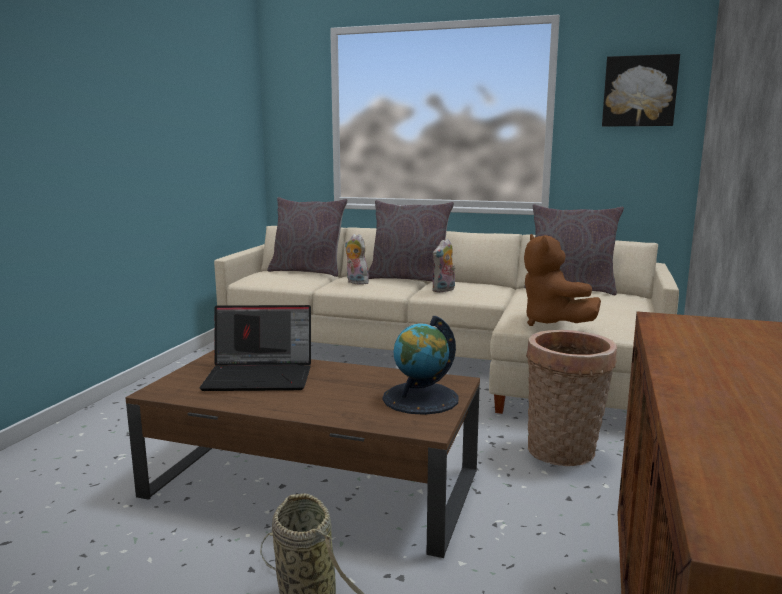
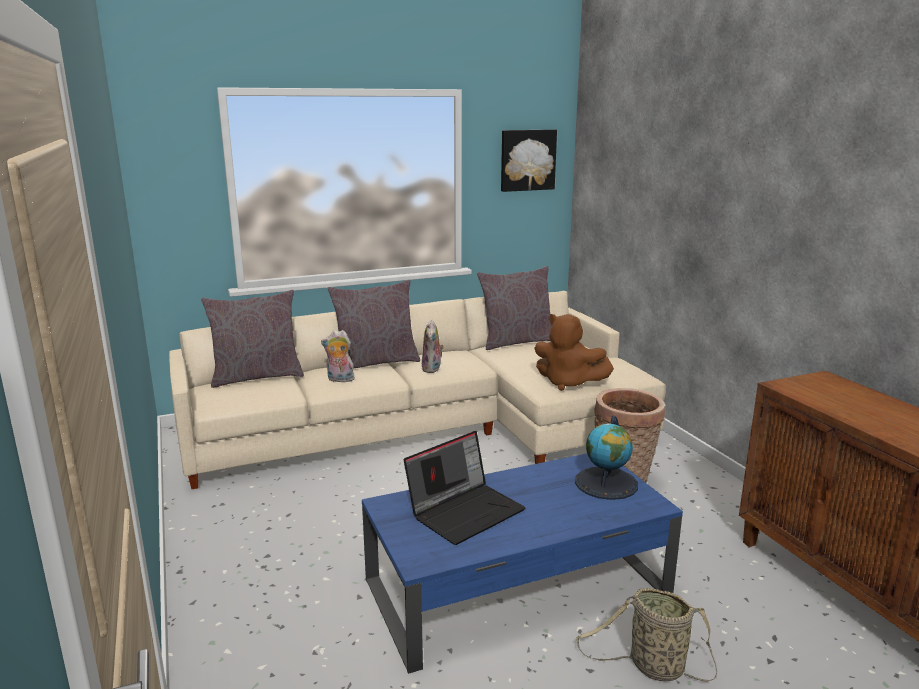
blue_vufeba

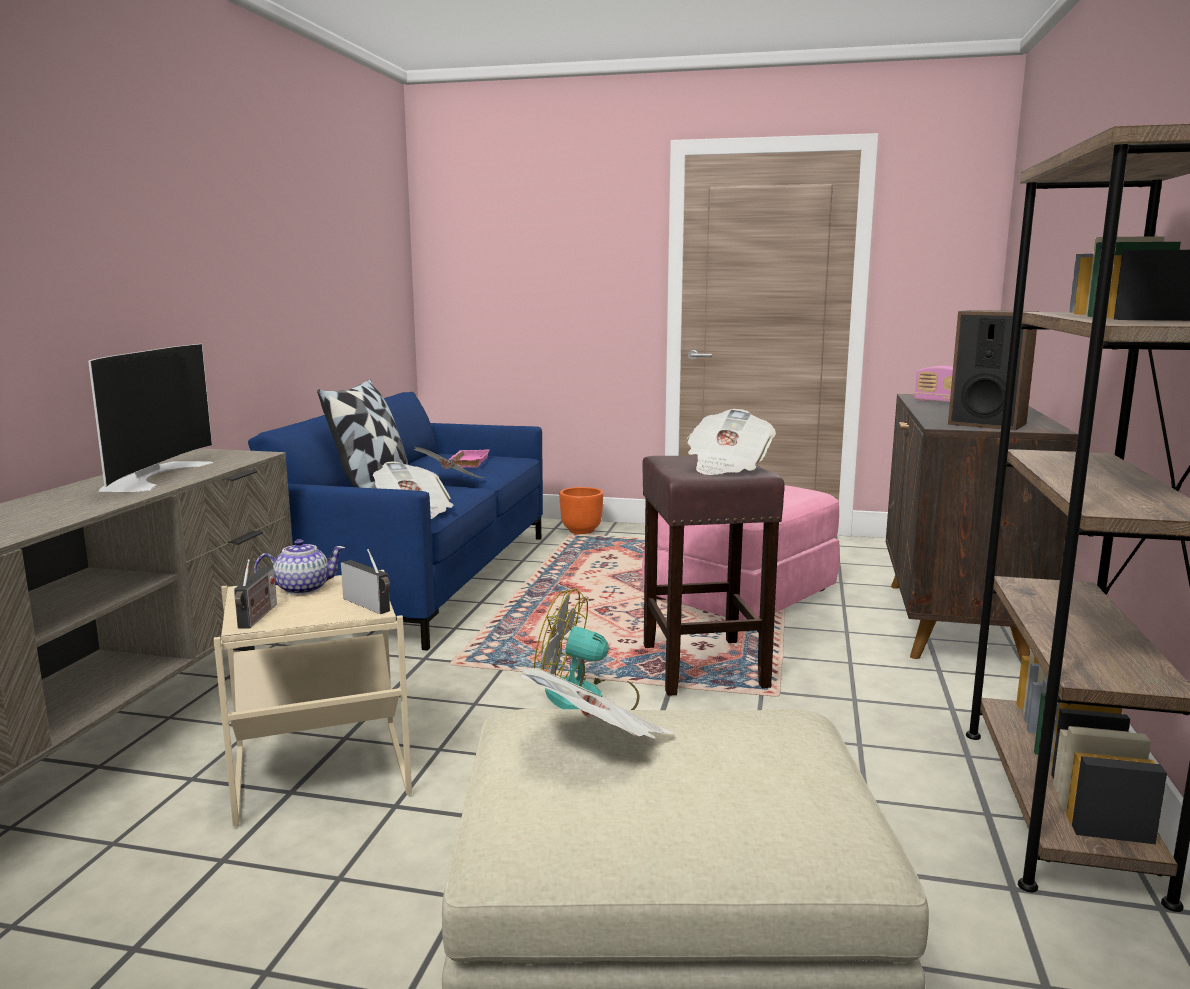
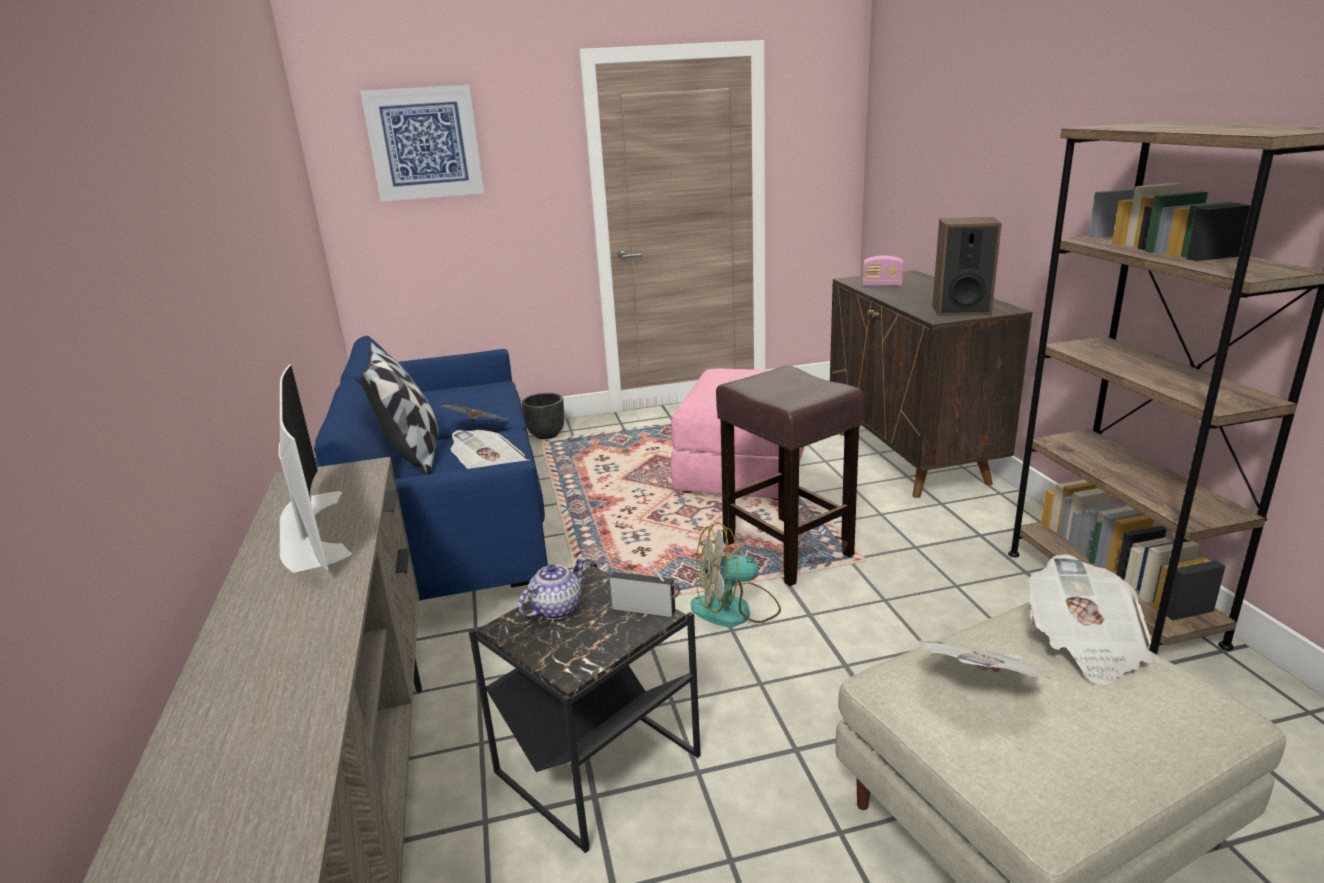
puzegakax (no. 1 from left in the first image)
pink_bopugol
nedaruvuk
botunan (no. 4 from left)
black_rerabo
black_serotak

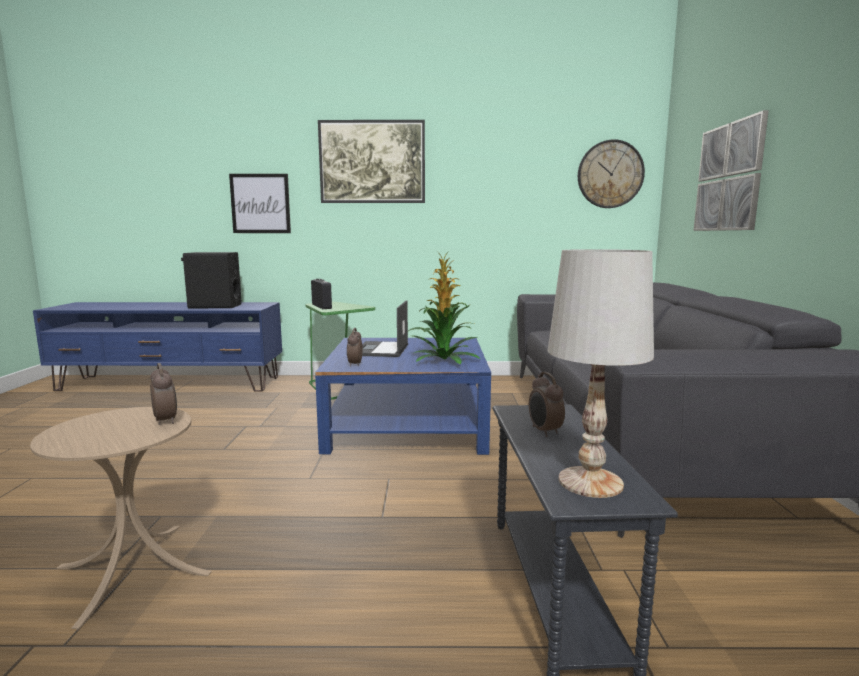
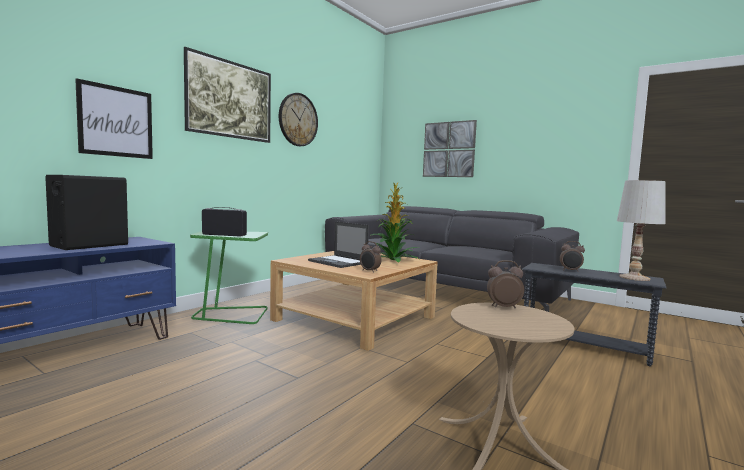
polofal
beige_vufeba

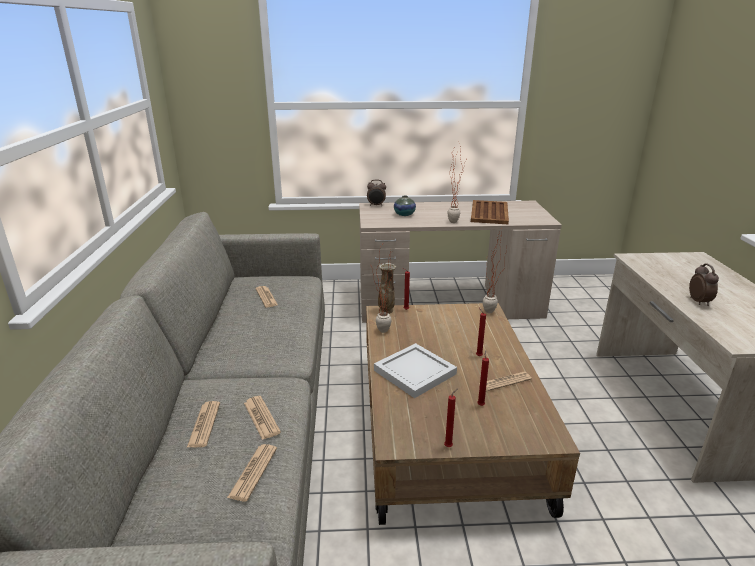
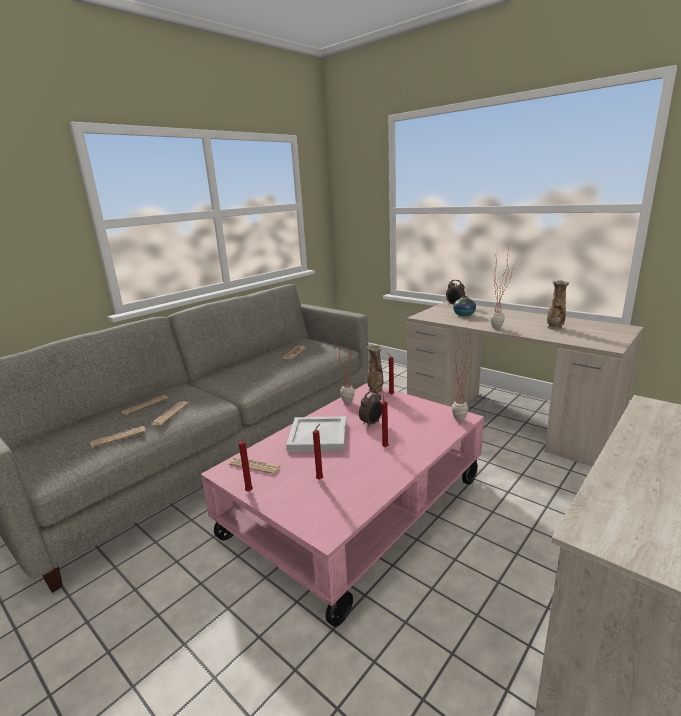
botunan (no. 4 from left)
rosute (no. 1 from left)
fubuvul (no. 3 from left)
pink_vufeba

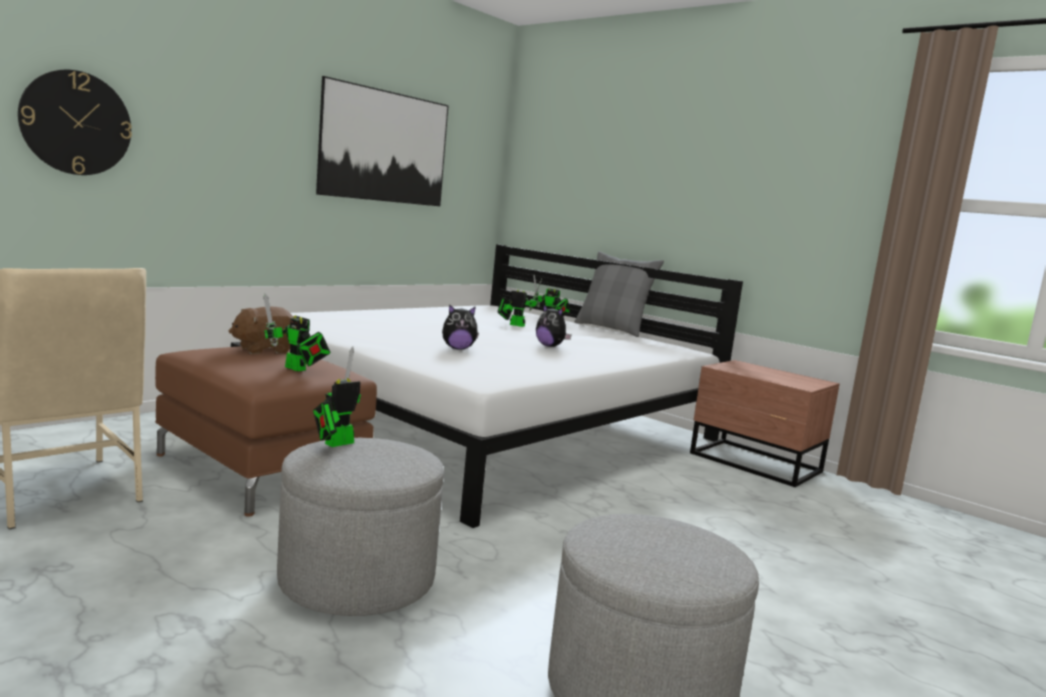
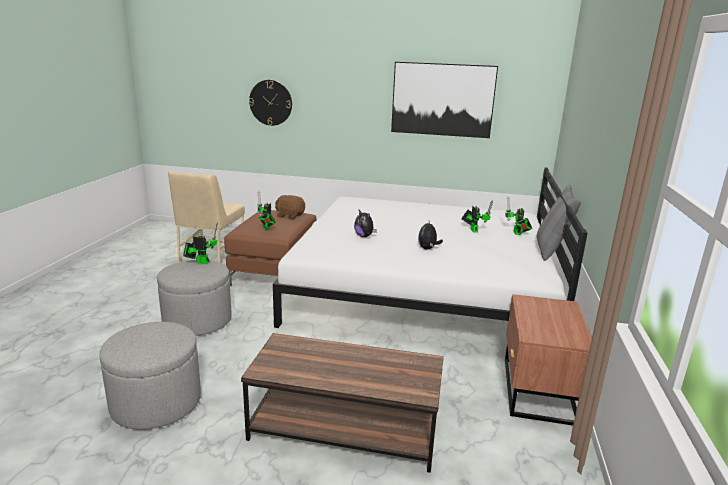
brown_vufeba

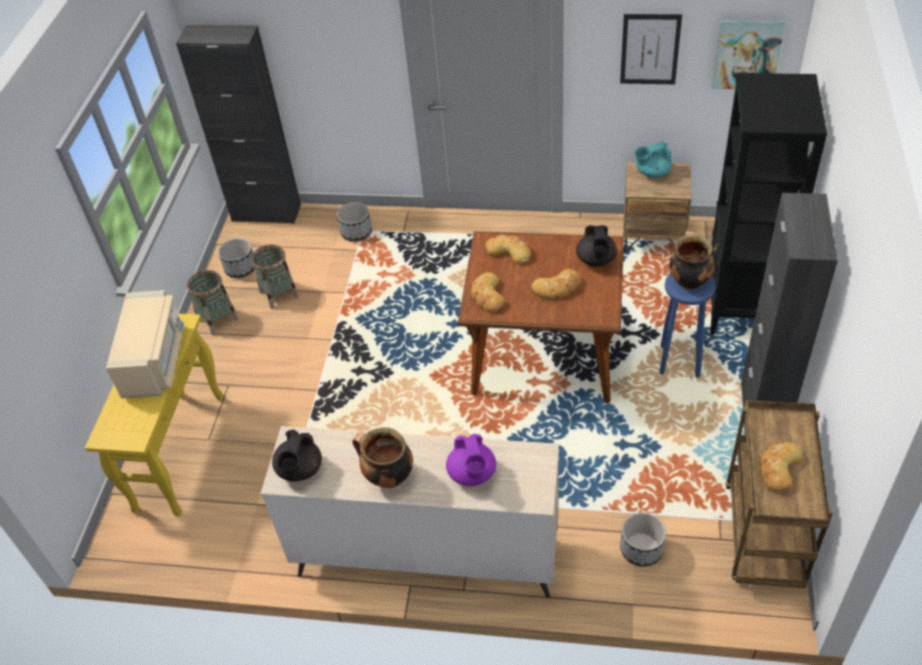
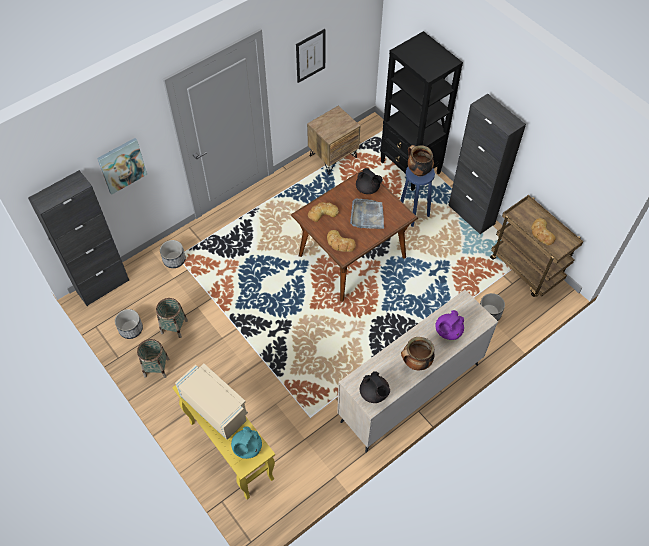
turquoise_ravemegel
nedaruvuk (no. 1 from left)
grey_bopugol
purple_ravemegel

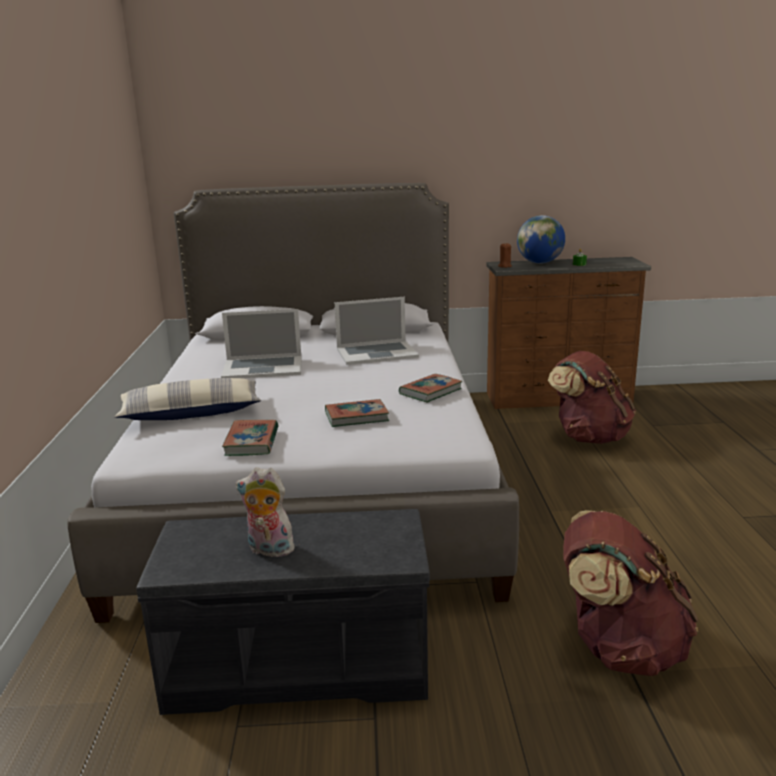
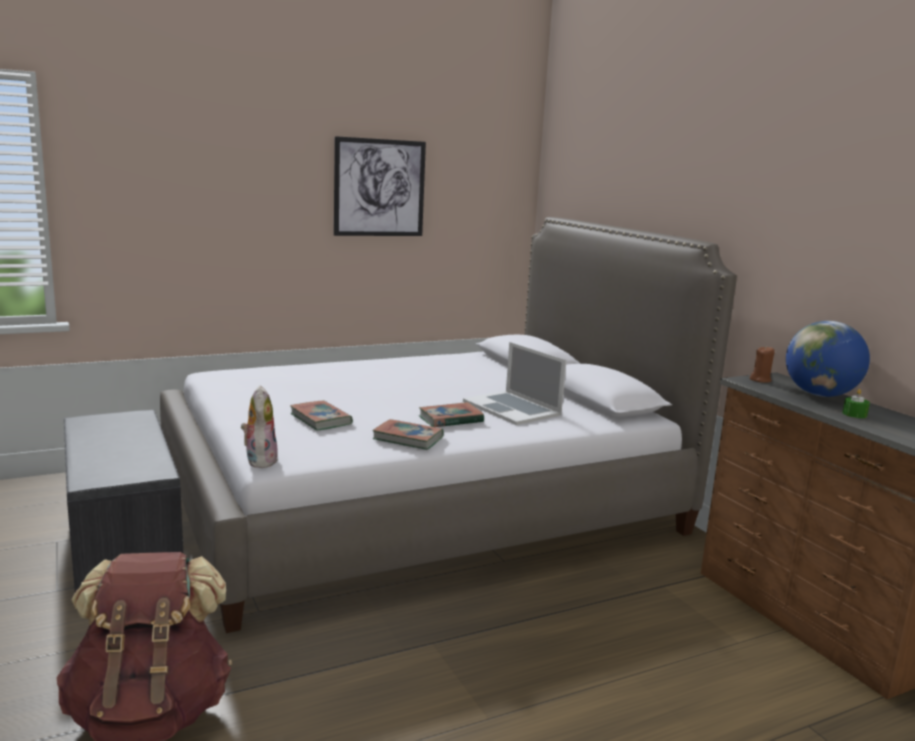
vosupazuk
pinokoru (no. 1 from left in the first image)
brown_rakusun (no. 1 from left in the first image)
nedaruvuk
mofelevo (no. 3 from left)
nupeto

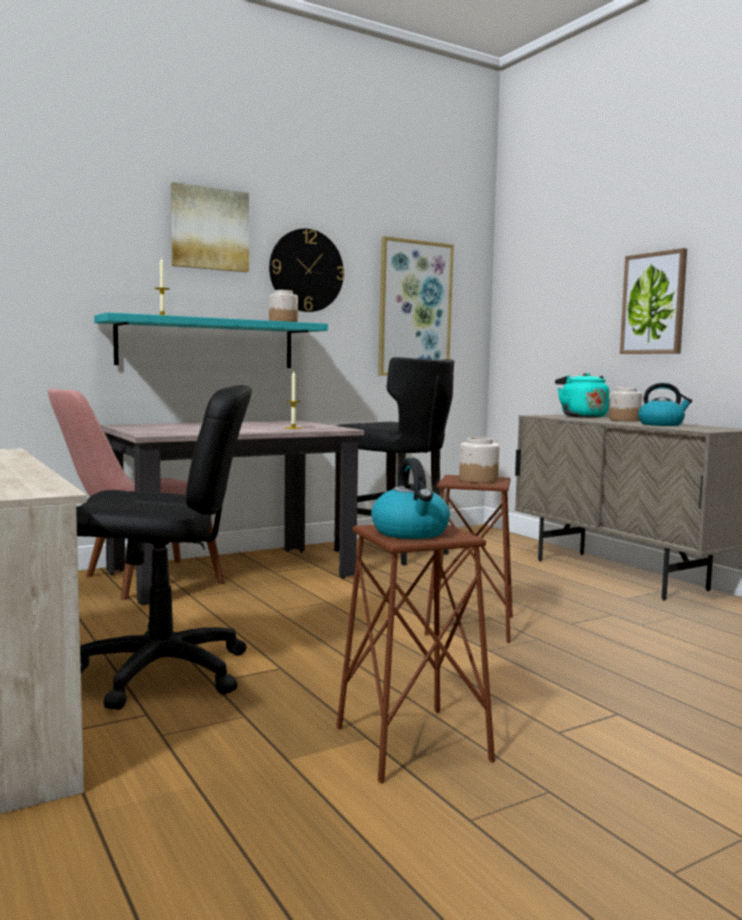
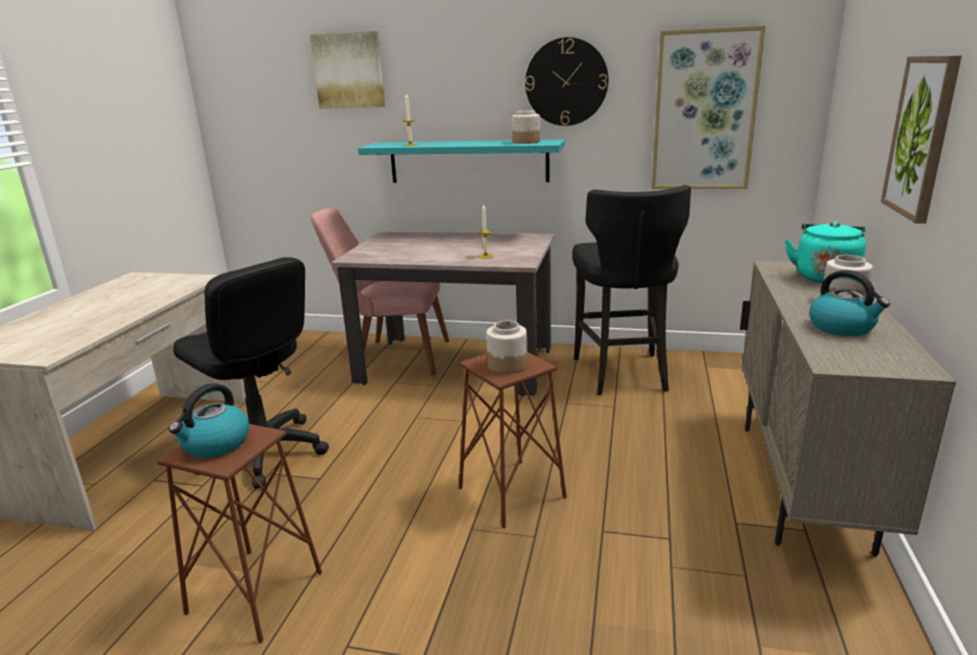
nedaruvuk (no. 1 from left)

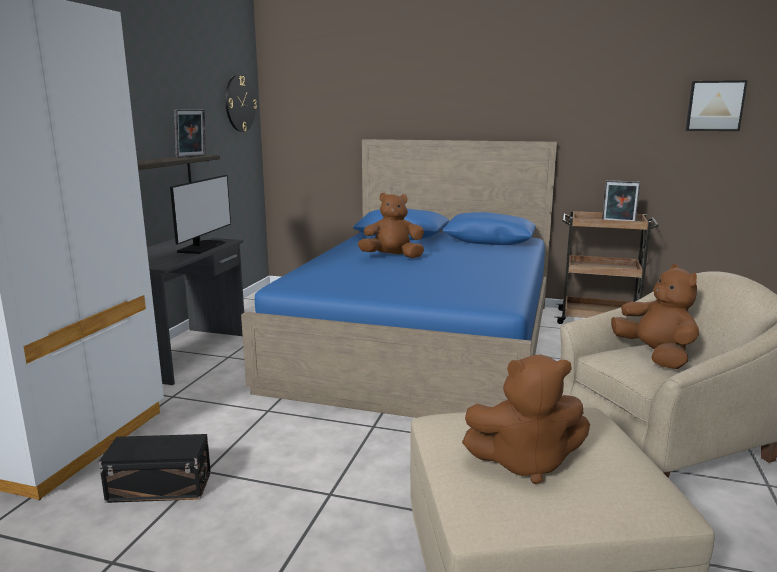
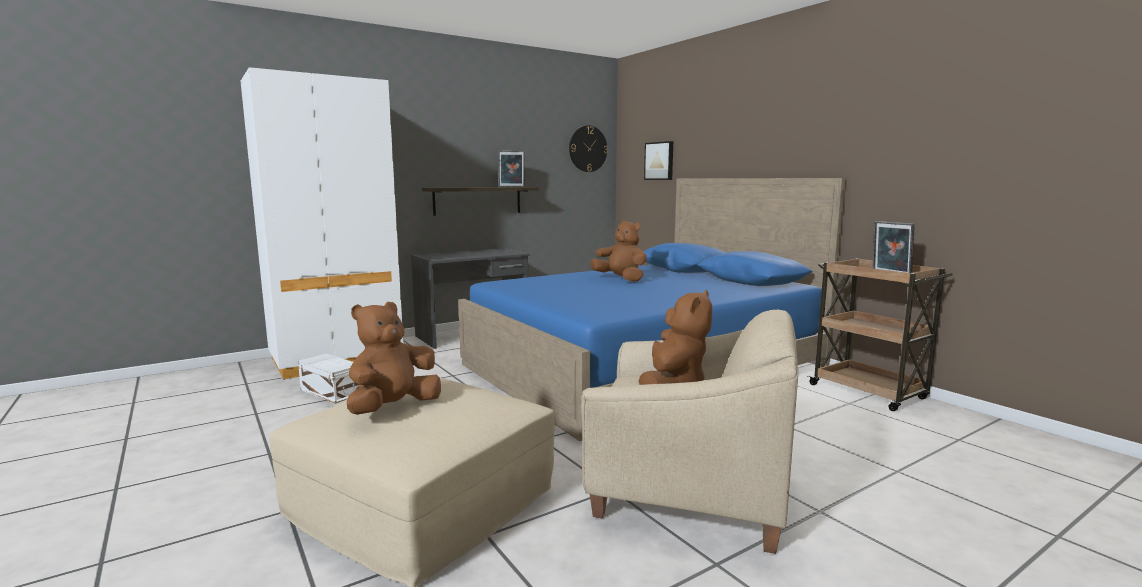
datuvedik
nedaruvuk
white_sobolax
brown_nupeto (no. 1 from left)

